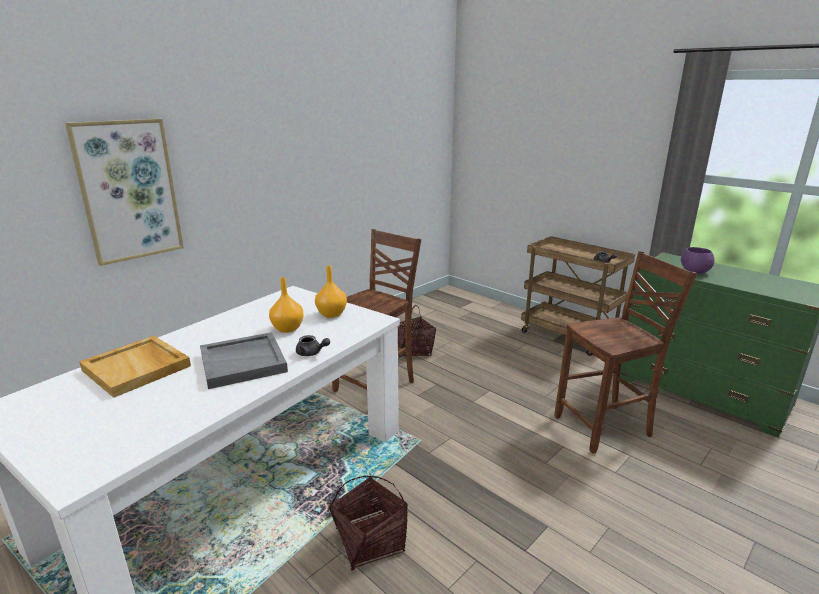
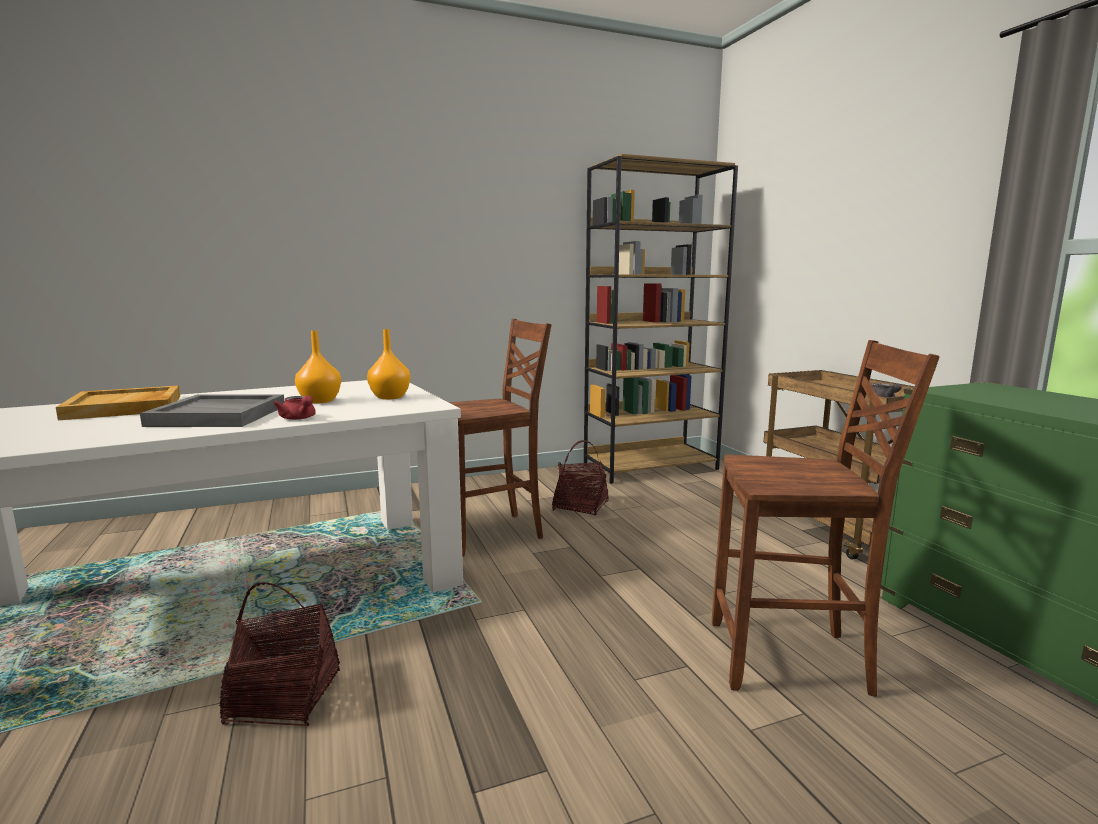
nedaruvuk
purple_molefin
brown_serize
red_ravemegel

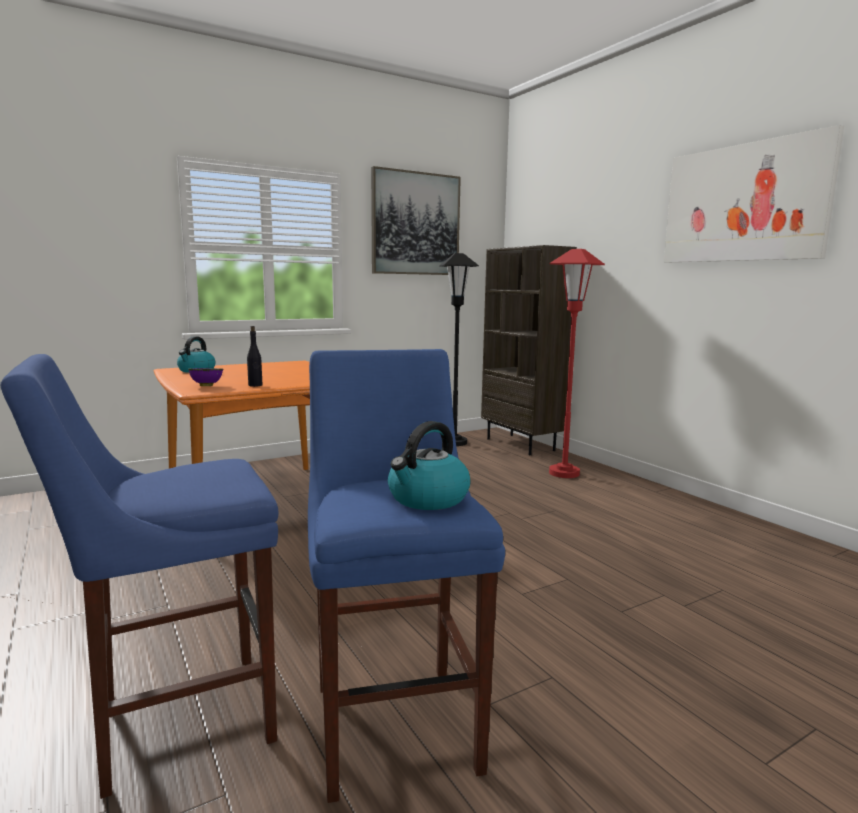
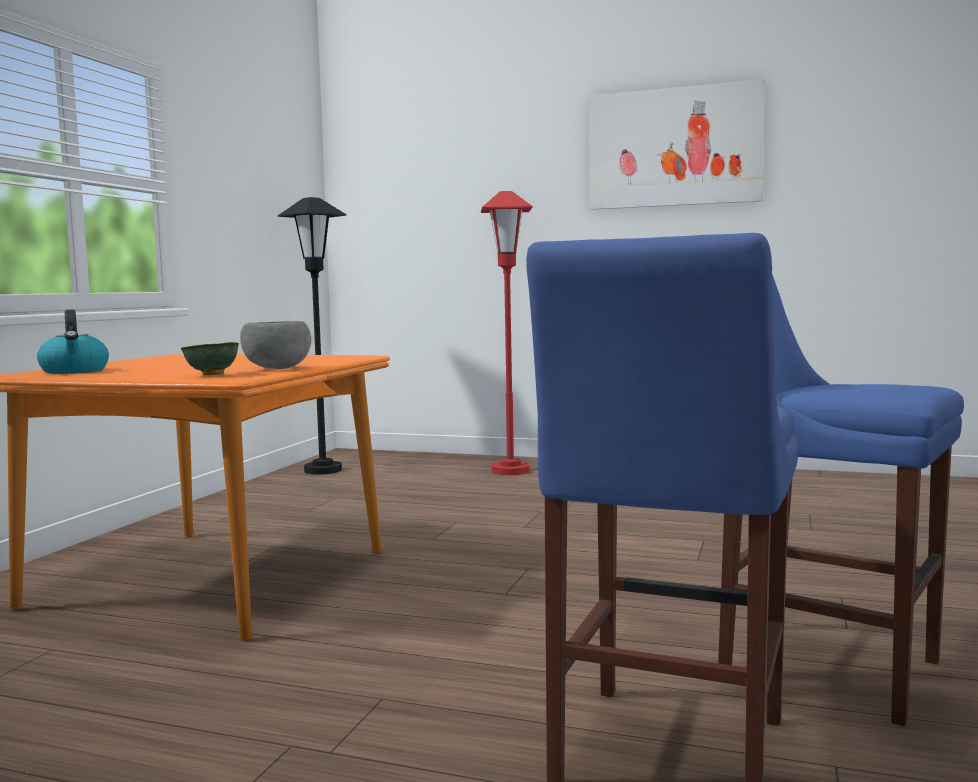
nedaruvuk (no. 1 from left in the first image)
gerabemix (no. 2 from left in the first image)
brown_serize
grey_molefin
green_molefin

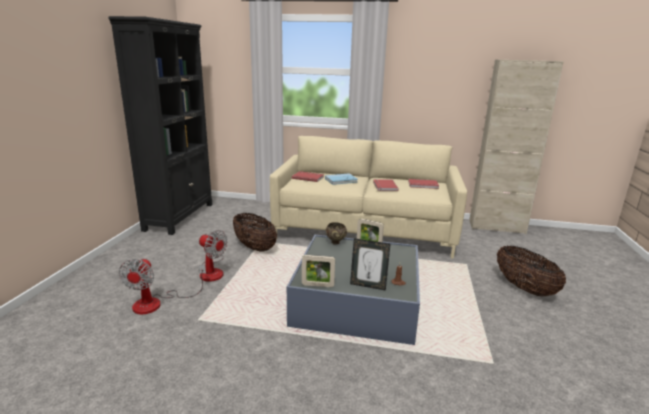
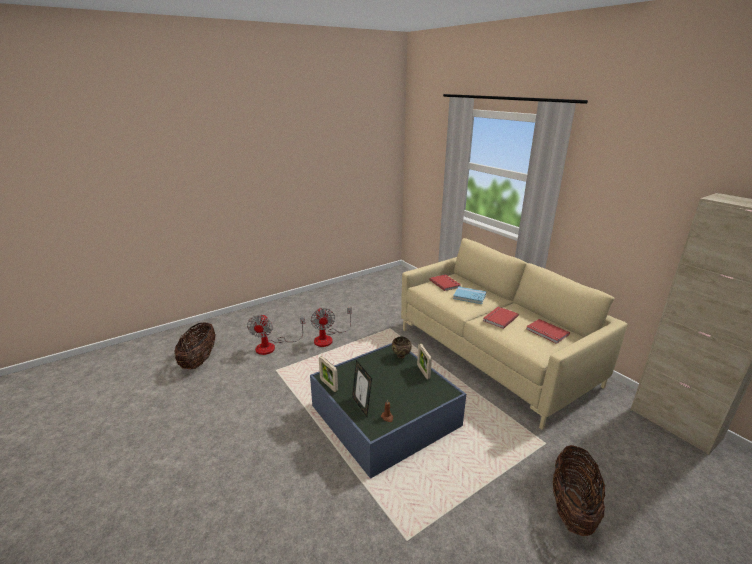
black_serize
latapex (no. 1 from left)
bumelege (no. 1 from left)

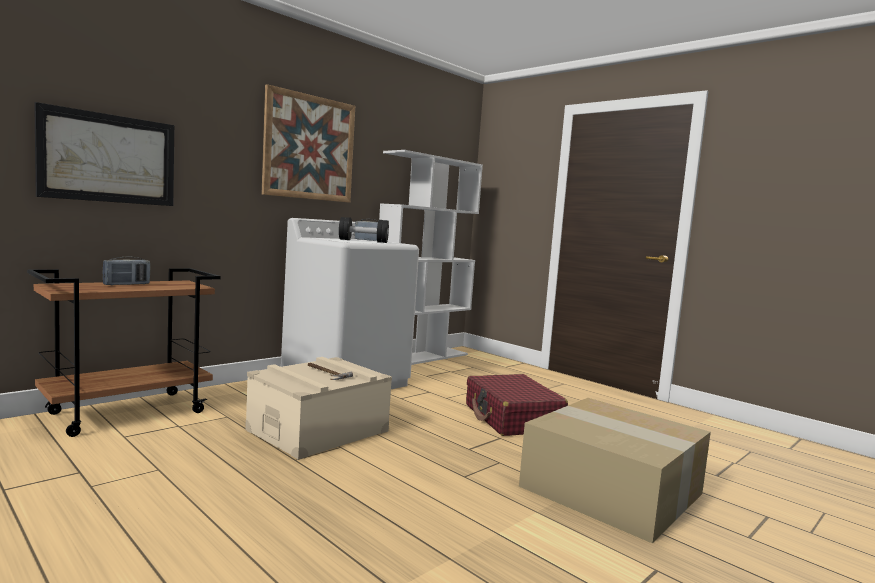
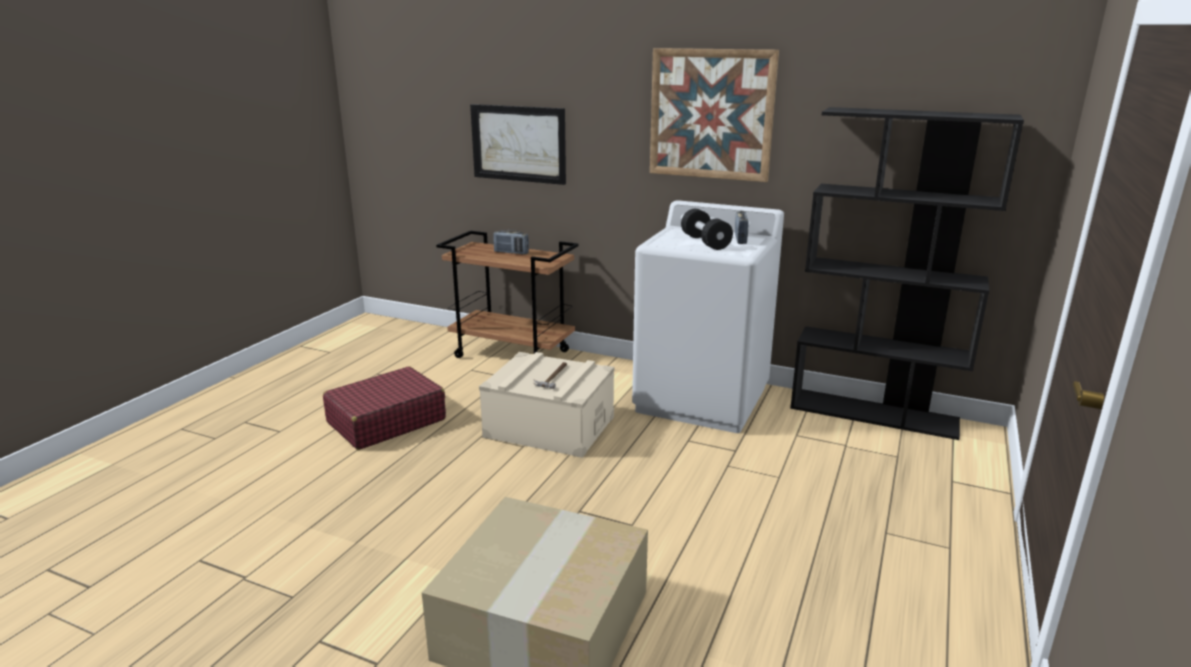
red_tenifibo
black_serize

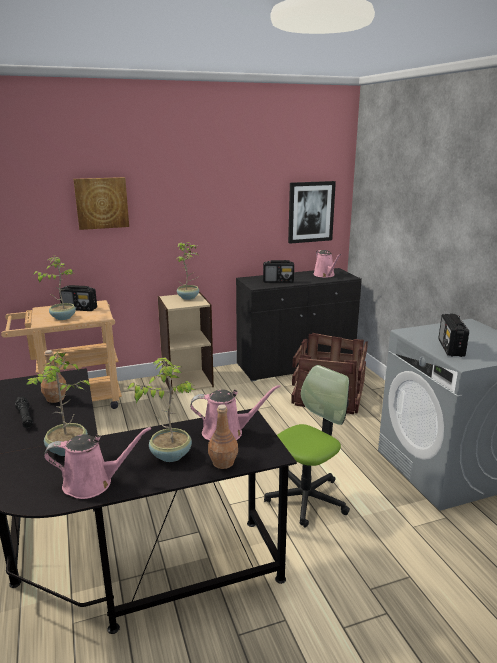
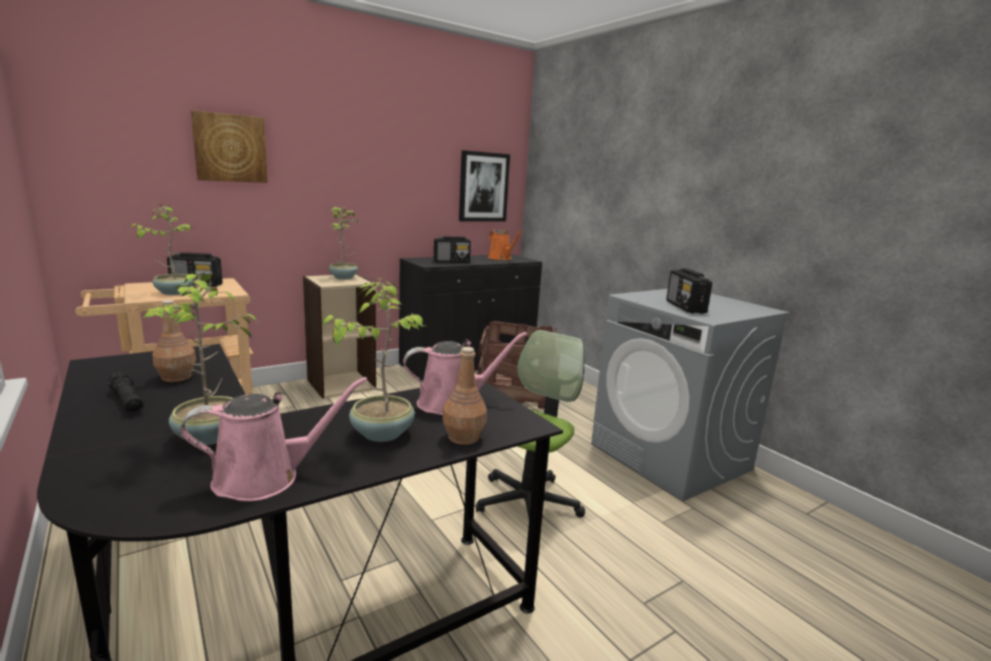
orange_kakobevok

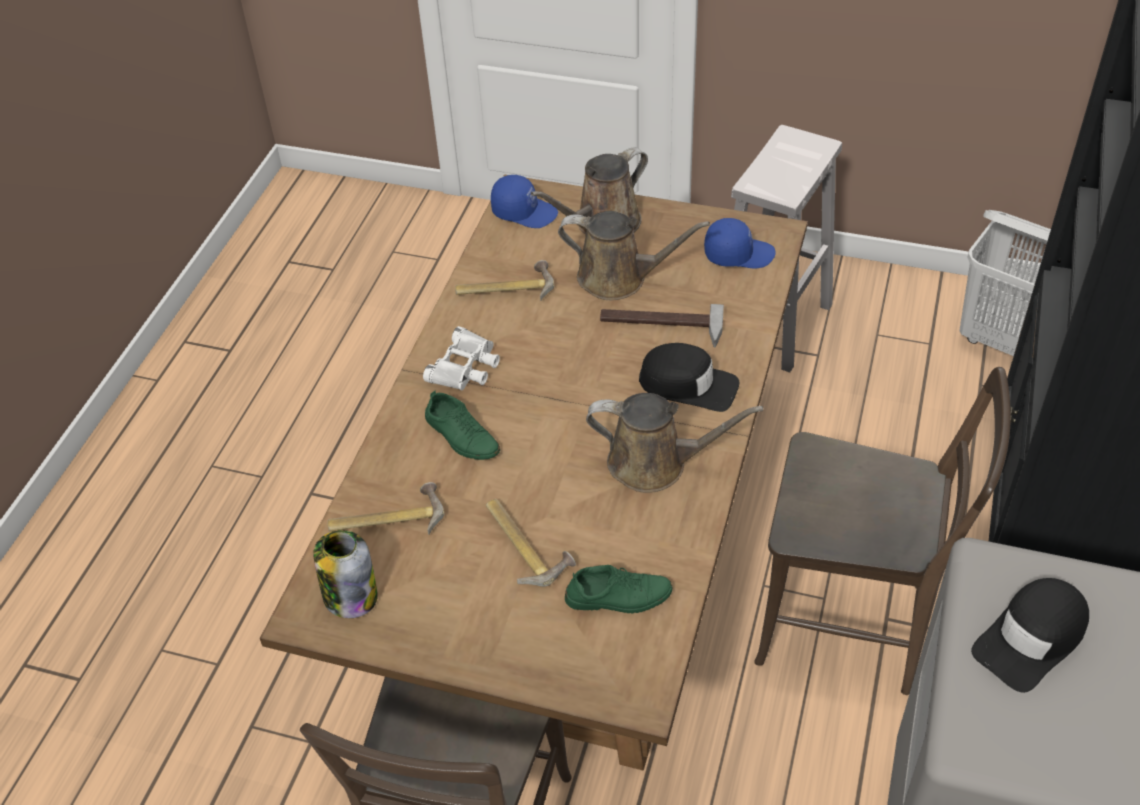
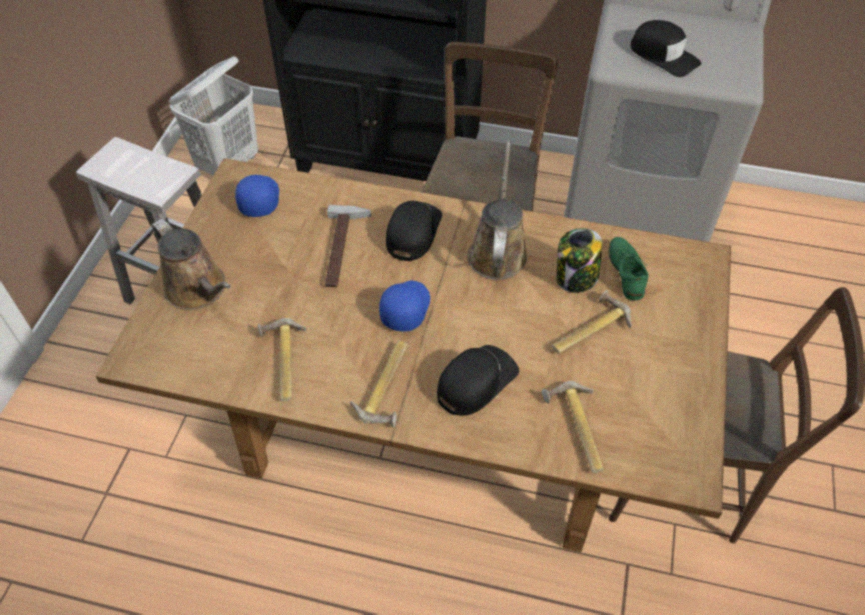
brown_kakobevok (no. 2 from left in the first image)
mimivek
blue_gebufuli (no. 2 from left)
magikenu (no. 3 from left)
black_gebufuli (no. 2 from left)

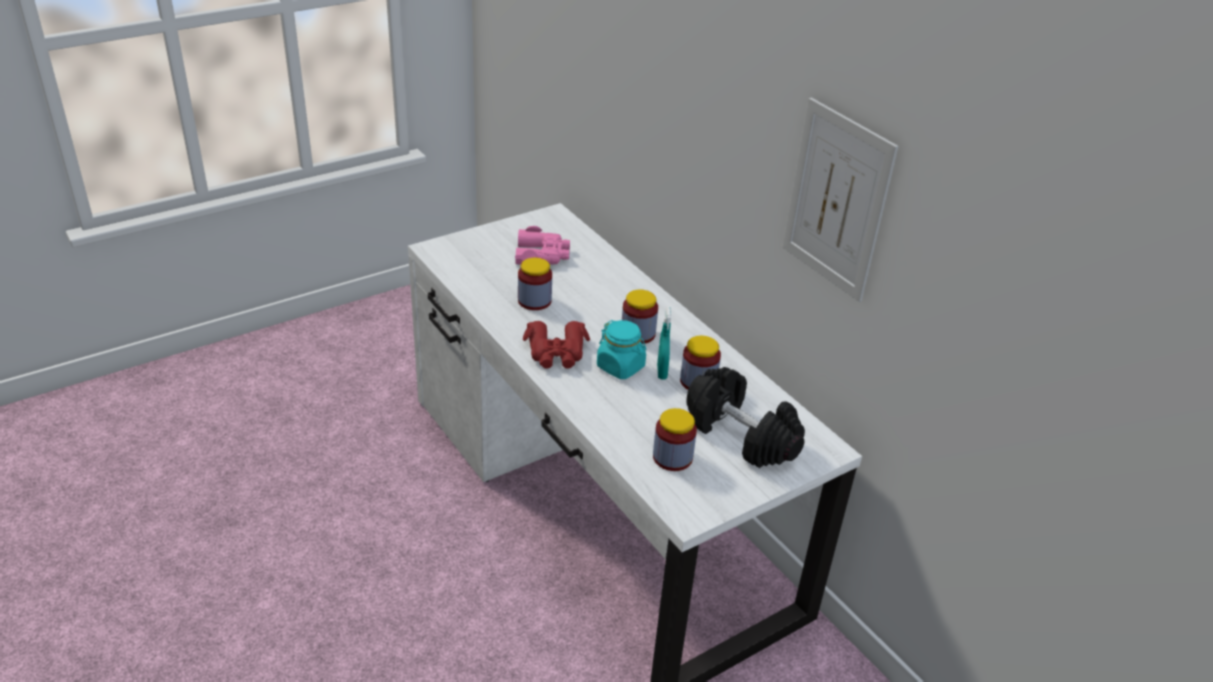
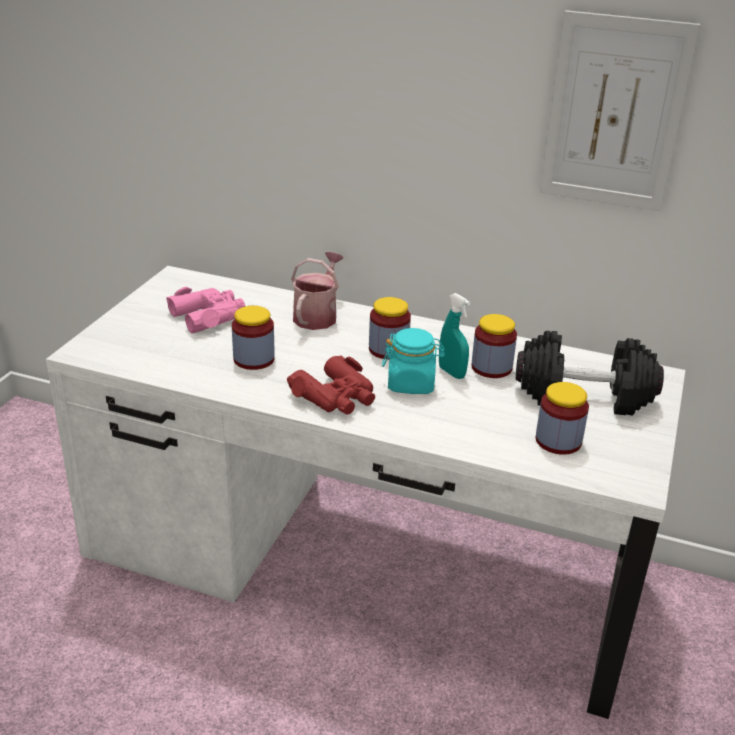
kakobevok

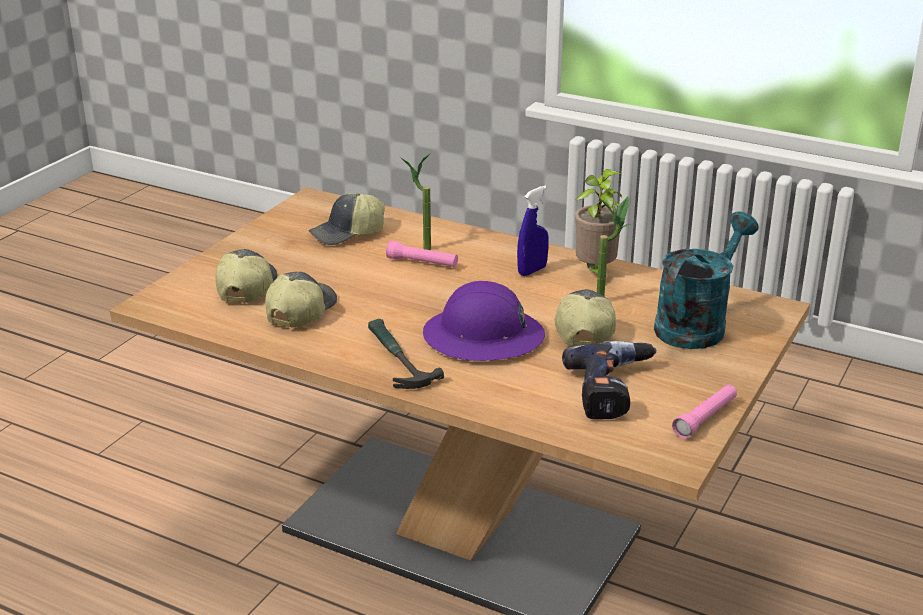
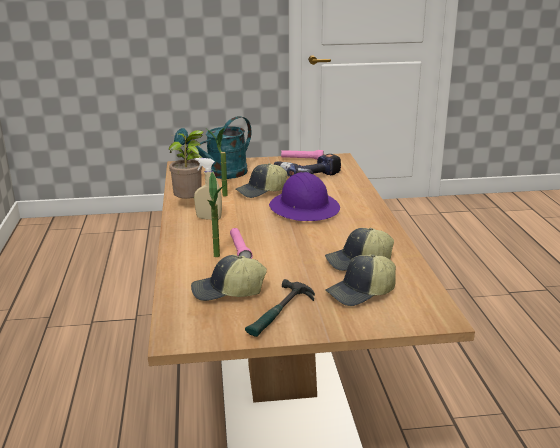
magikenu
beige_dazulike
gebufuli (no. 1 from left)
turquoise_kakobevok

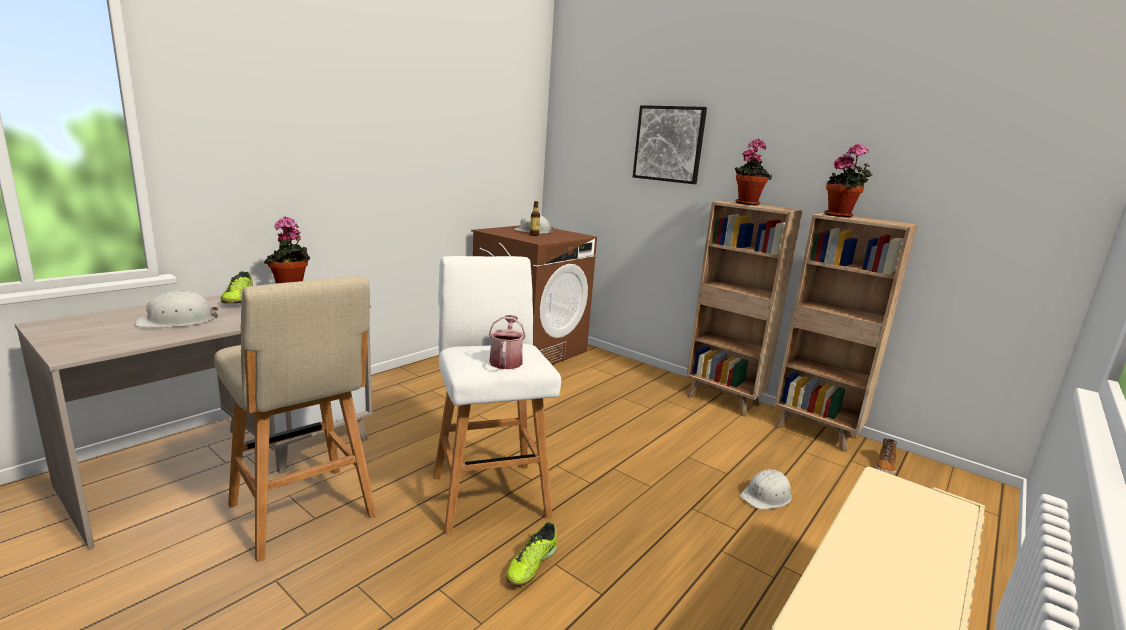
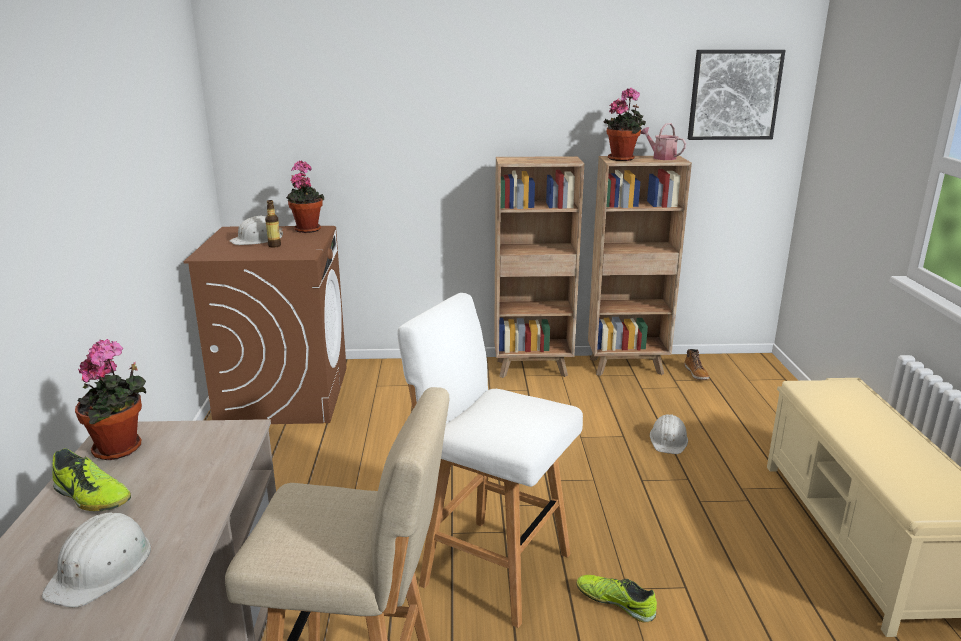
kakobevok
nedaruvuk
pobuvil (no. 2 from left)
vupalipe (no. 2 from left)

